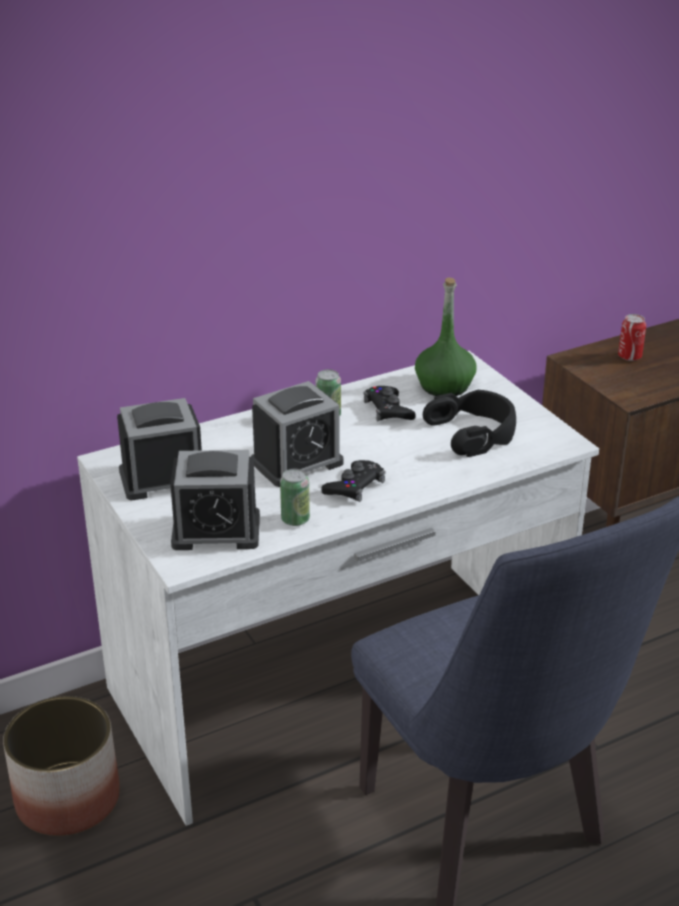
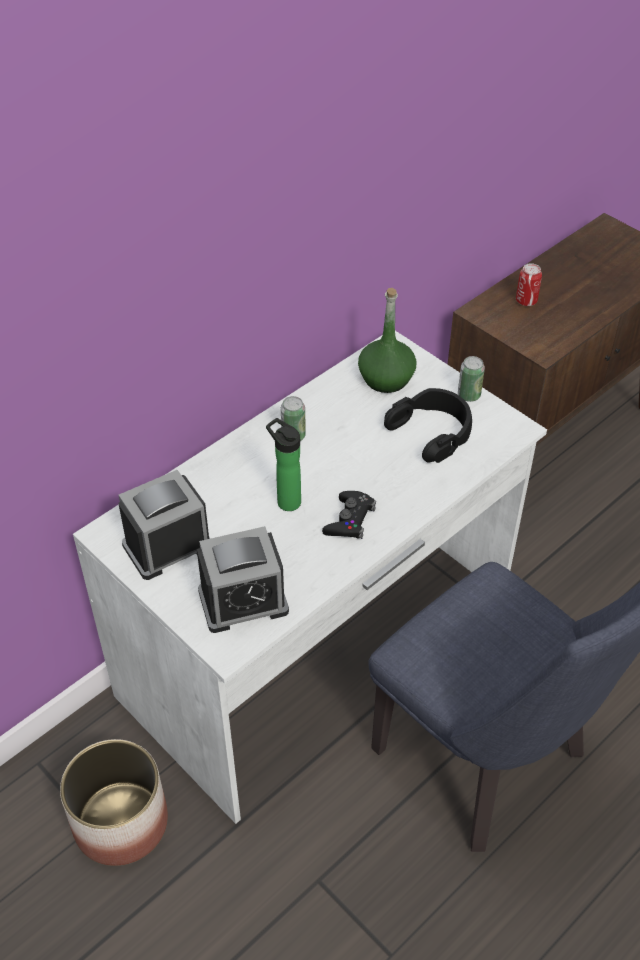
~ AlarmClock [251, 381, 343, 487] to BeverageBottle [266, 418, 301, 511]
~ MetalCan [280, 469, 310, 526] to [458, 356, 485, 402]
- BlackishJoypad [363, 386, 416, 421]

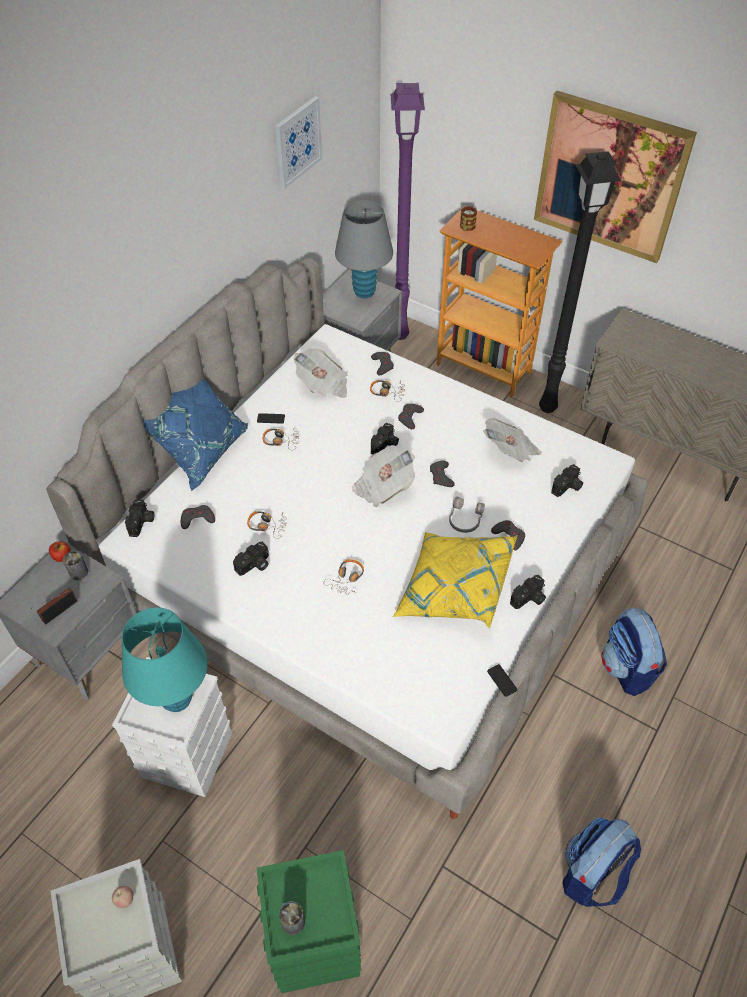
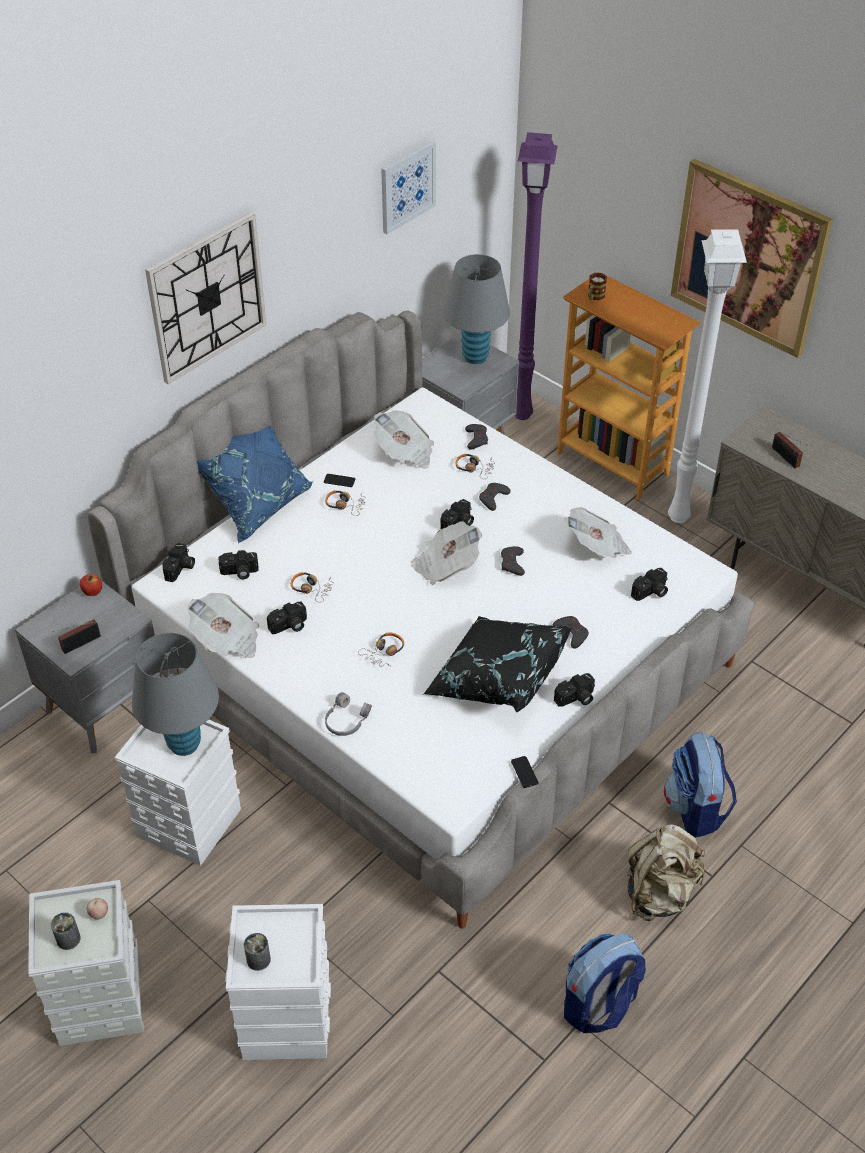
~ MetalCan [63, 551, 88, 580] to [51, 912, 81, 950]
~ TurquoiseTabletopLamp [122, 607, 208, 712] to GreyTabletopLamp [132, 633, 219, 756]
+ ClockOnTheWall [145, 212, 267, 384]
+ DailyPaper [188, 593, 259, 658]
~ GreyJoypad [181, 505, 215, 529] to StillCamera [219, 550, 259, 579]
~ GreenStorageContainer [257, 850, 361, 993] to WhitishStorageContainer [225, 904, 331, 1060]
~ GreyHeadset [449, 497, 485, 533] to [325, 692, 372, 736]
~ YellowColouredPillow [393, 532, 517, 629] to BlackishPillow [423, 616, 572, 713]
+ BeigeRucksack [627, 824, 705, 921]
~ BlackishStandardLamp [539, 151, 621, 413] to WhitishStandardLamp [668, 230, 747, 523]
+ Radio [772, 432, 807, 468]

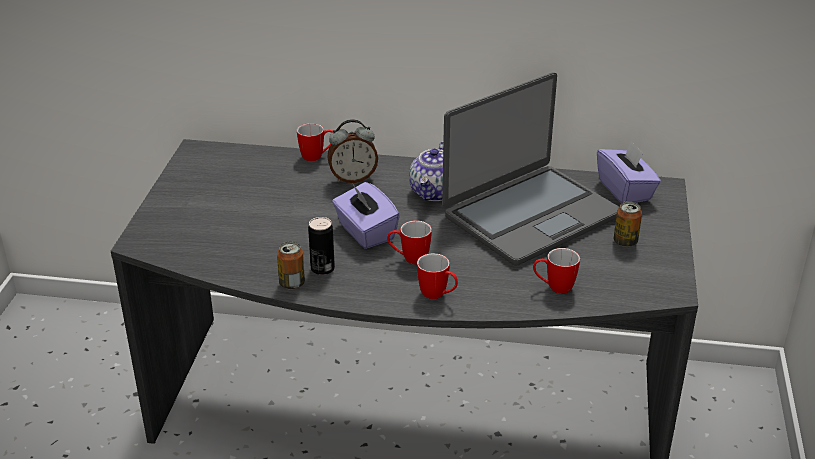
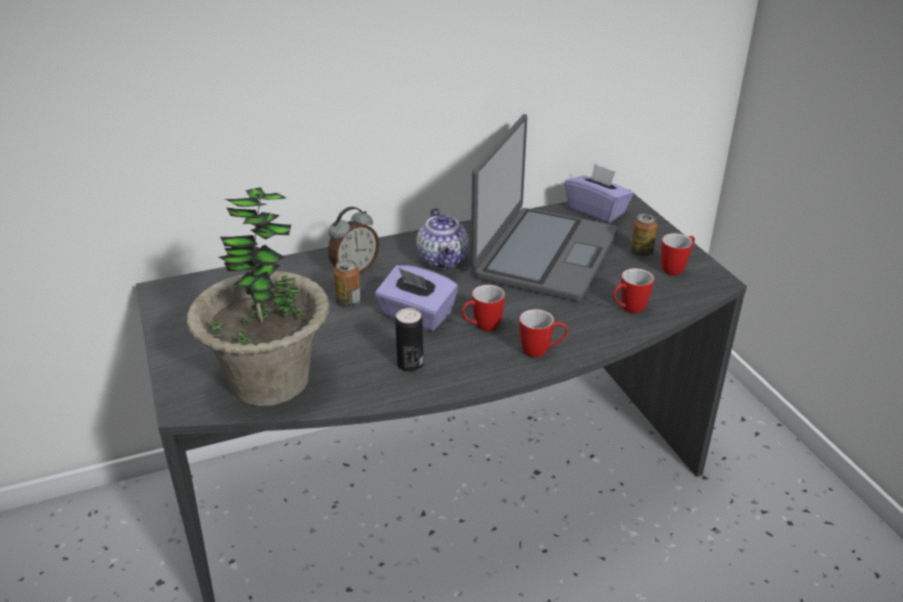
+ PottedPlant [186, 187, 330, 406]
~ MetalCan [277, 241, 305, 290] to [334, 260, 361, 307]
~ TeaMug [297, 123, 333, 161] to [661, 233, 695, 275]

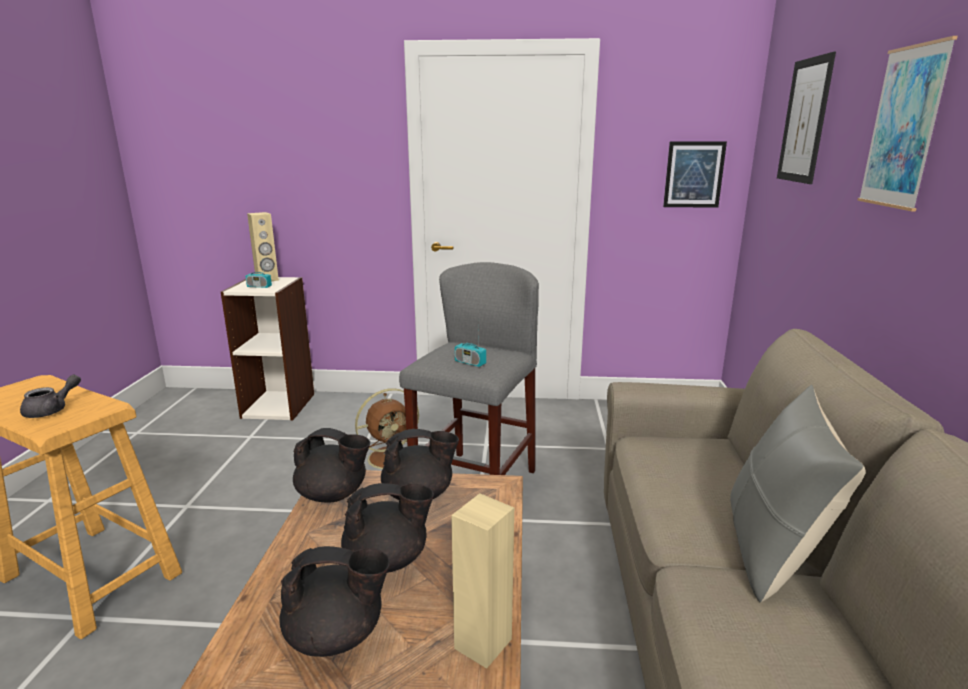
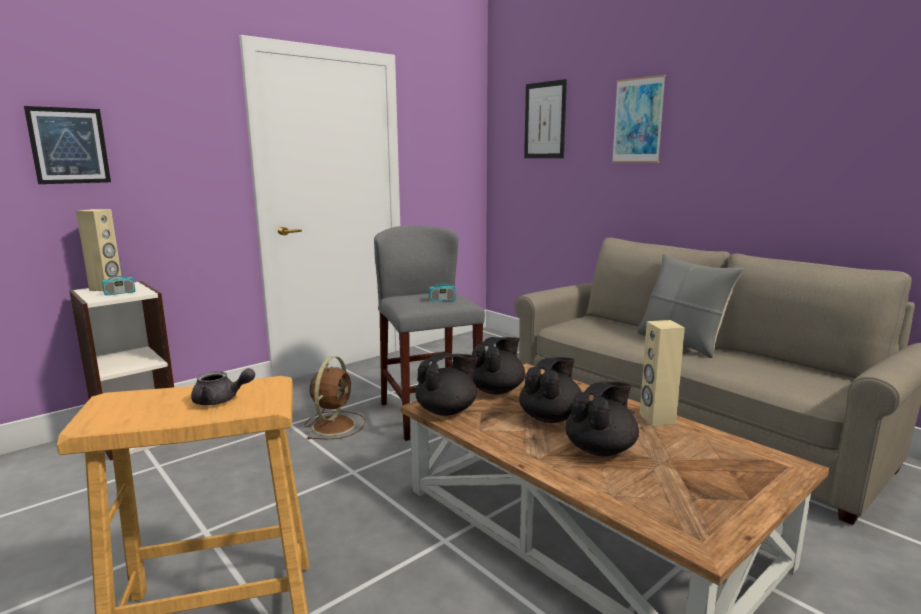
~ WallArt [663, 141, 727, 208] to [24, 106, 111, 184]
~ GreyTeapot [20, 375, 81, 418] = [191, 368, 255, 405] 105 degrees clockwise

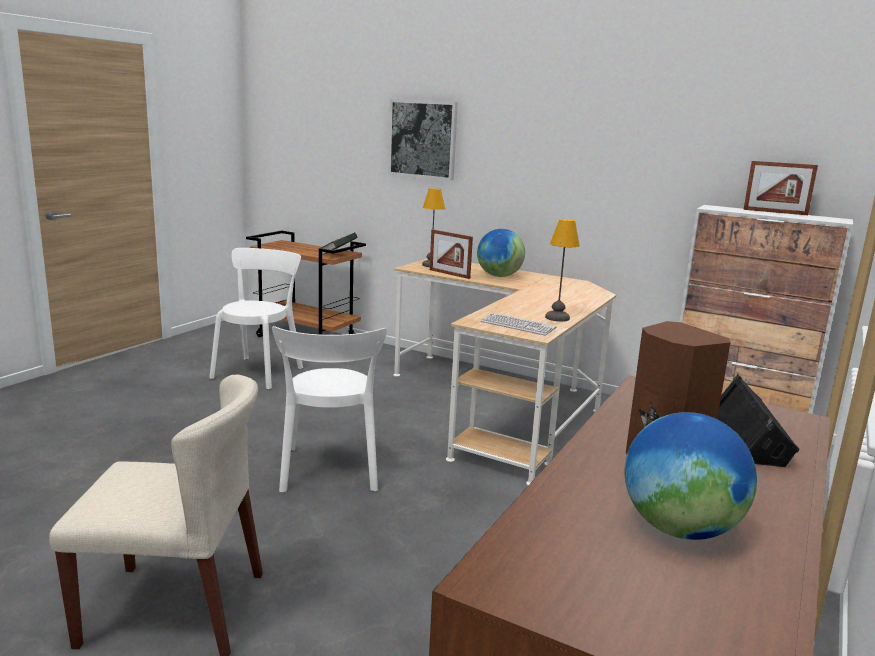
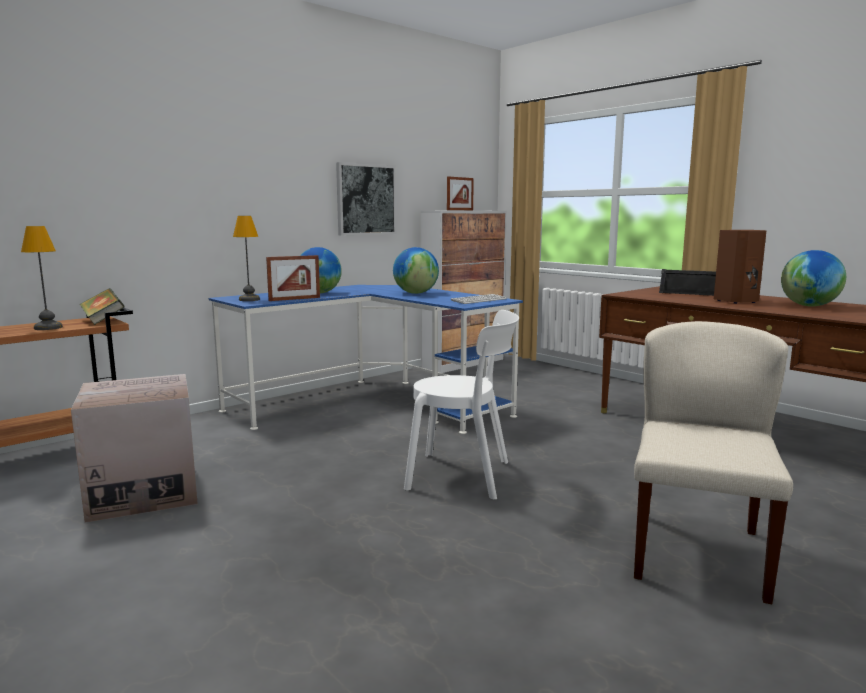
~ TabletopLamp [545, 219, 580, 322] to [21, 226, 63, 330]
~ WhitishPlainChair [209, 248, 303, 389] to PackingBox [71, 374, 198, 523]
~ BeigeDesk [393, 259, 616, 485] to BluishDesk [209, 285, 523, 434]
~ WallArt [388, 99, 458, 180] to [336, 162, 397, 235]
+ DeskGlobe [393, 247, 439, 294]

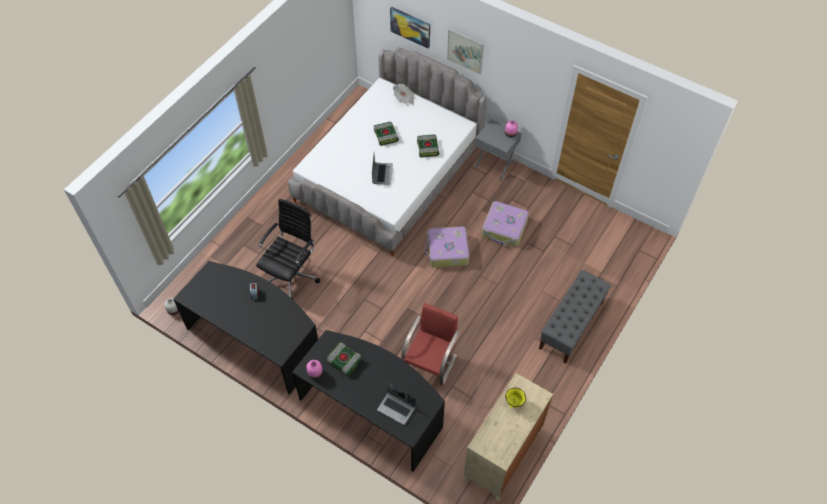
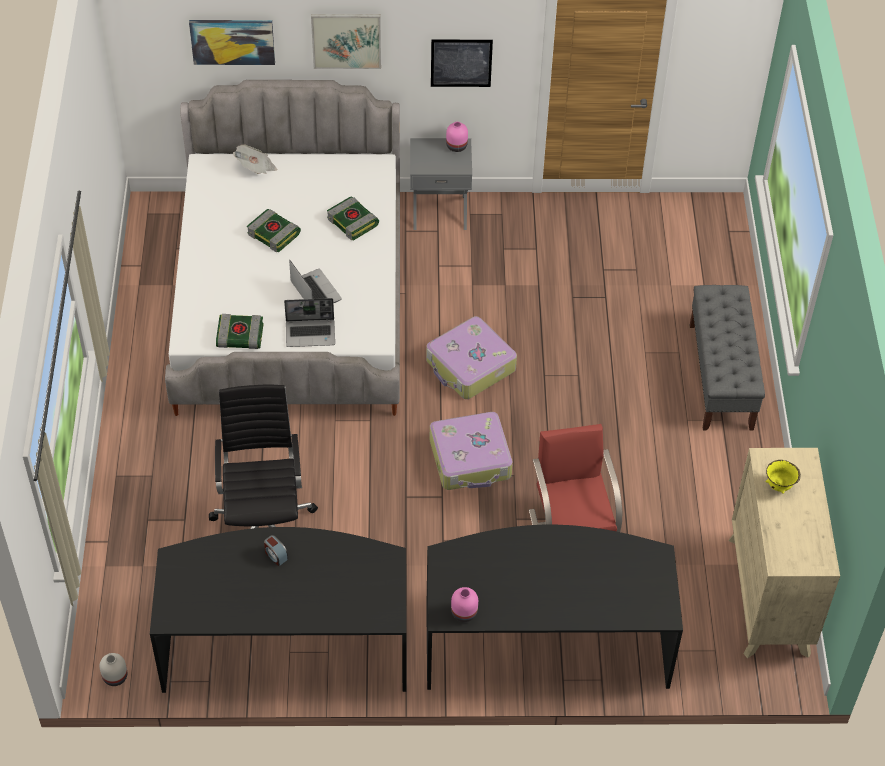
~ Book [326, 342, 362, 375] to [216, 314, 264, 349]
~ Laptop [377, 384, 416, 425] to [284, 298, 335, 347]
~ TravelCase [482, 201, 529, 246] to [430, 412, 513, 490]
+ WallArt [431, 40, 493, 87]

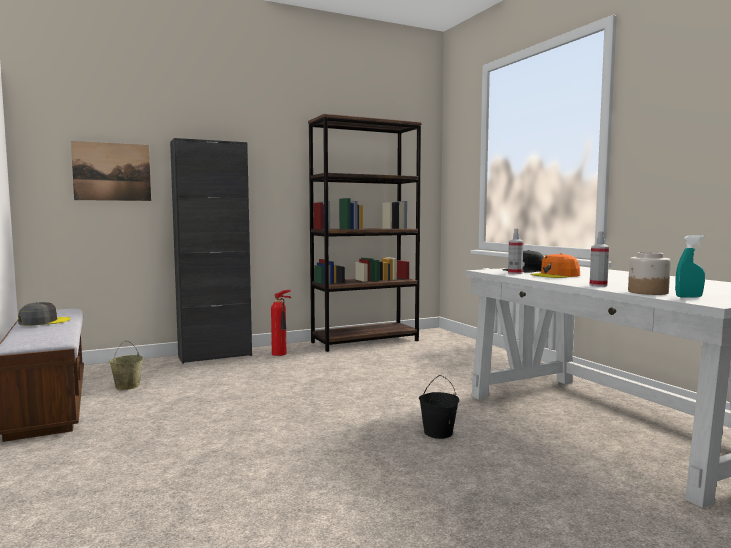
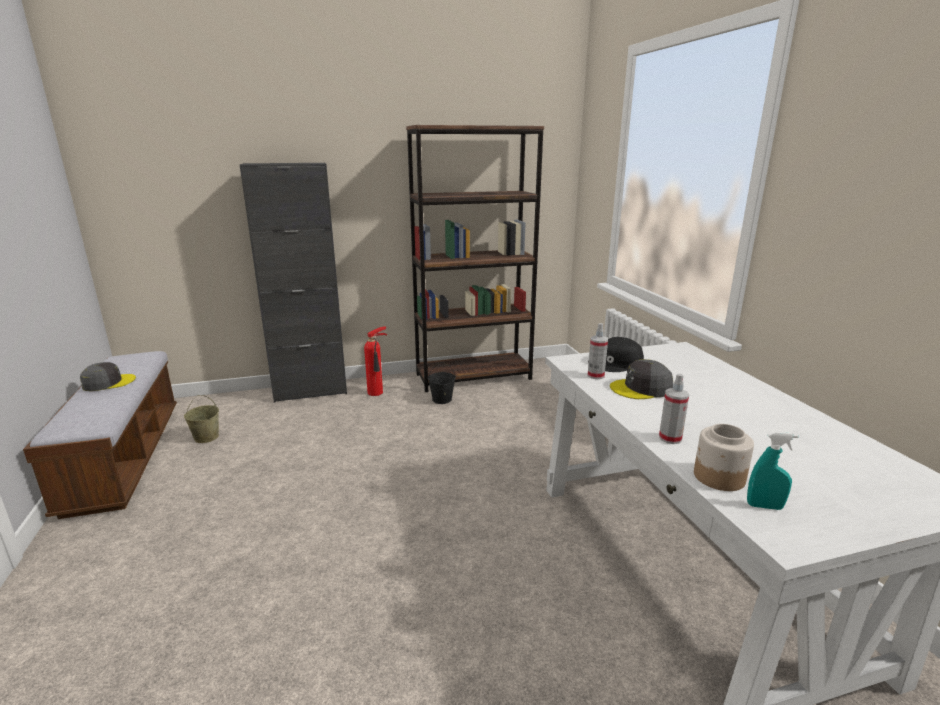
~ BlackishPail [419, 375, 459, 439] to [428, 362, 456, 404]
~ OrangeyPeakedCap [531, 253, 580, 278] to GreyPeakedCap [610, 359, 673, 399]
- WallArt [71, 141, 151, 201]

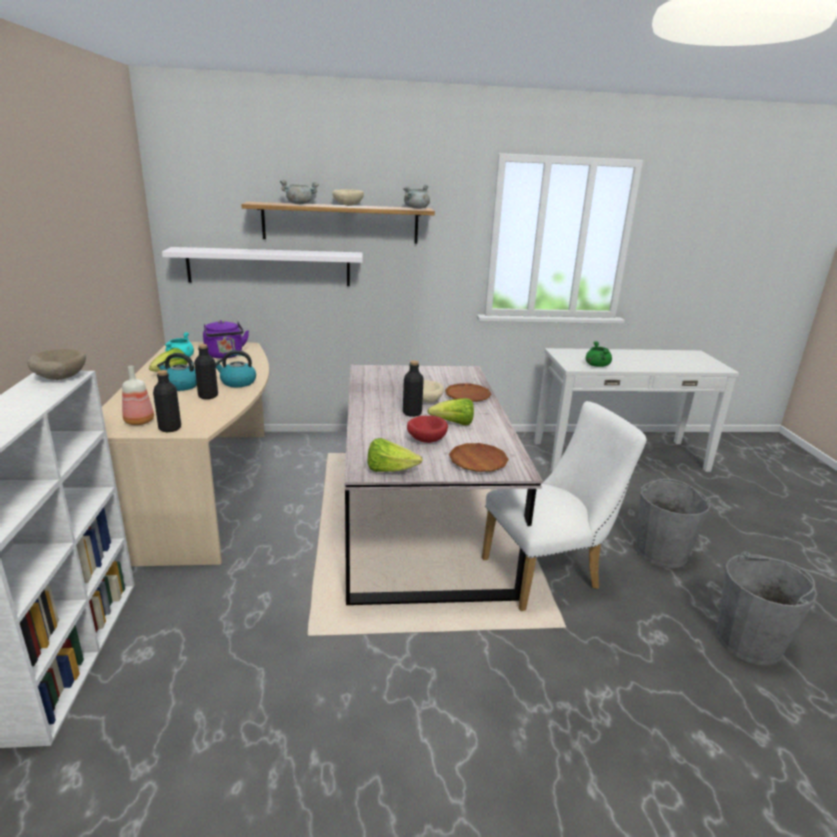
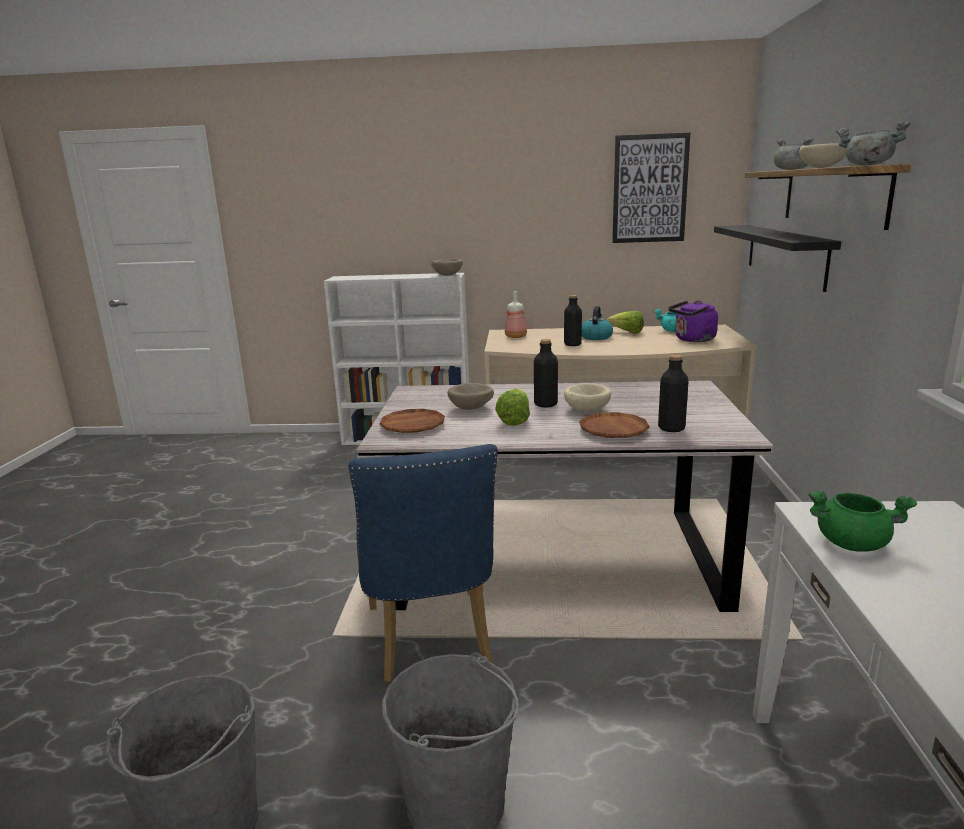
~ WhitishPlainChair [482, 401, 647, 611] to BluishPlainChair [348, 444, 498, 682]
~ ReddishServingBowl [407, 416, 448, 443] to BeigeServingBowl [448, 383, 494, 410]
+ WallArt [612, 133, 690, 243]
~ BlackishBeverageBottle [153, 370, 181, 432] to [658, 355, 689, 432]
~ WhitishBracketShelf [162, 247, 363, 286] to BlackishBracketShelf [714, 225, 841, 292]
- TeaKettle [215, 350, 256, 387]
- Lettuce [368, 438, 423, 472]

